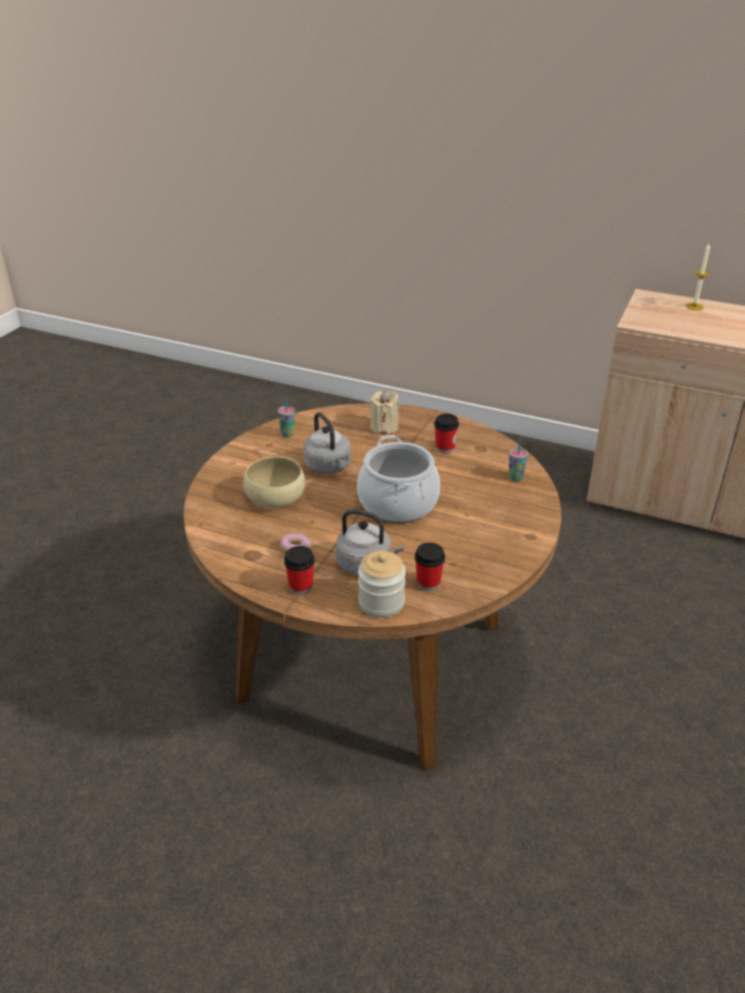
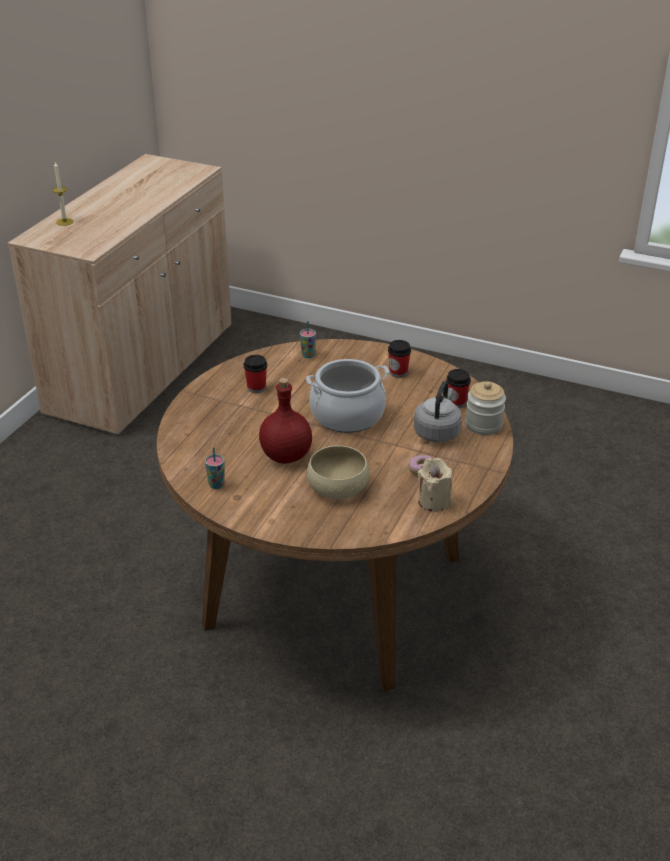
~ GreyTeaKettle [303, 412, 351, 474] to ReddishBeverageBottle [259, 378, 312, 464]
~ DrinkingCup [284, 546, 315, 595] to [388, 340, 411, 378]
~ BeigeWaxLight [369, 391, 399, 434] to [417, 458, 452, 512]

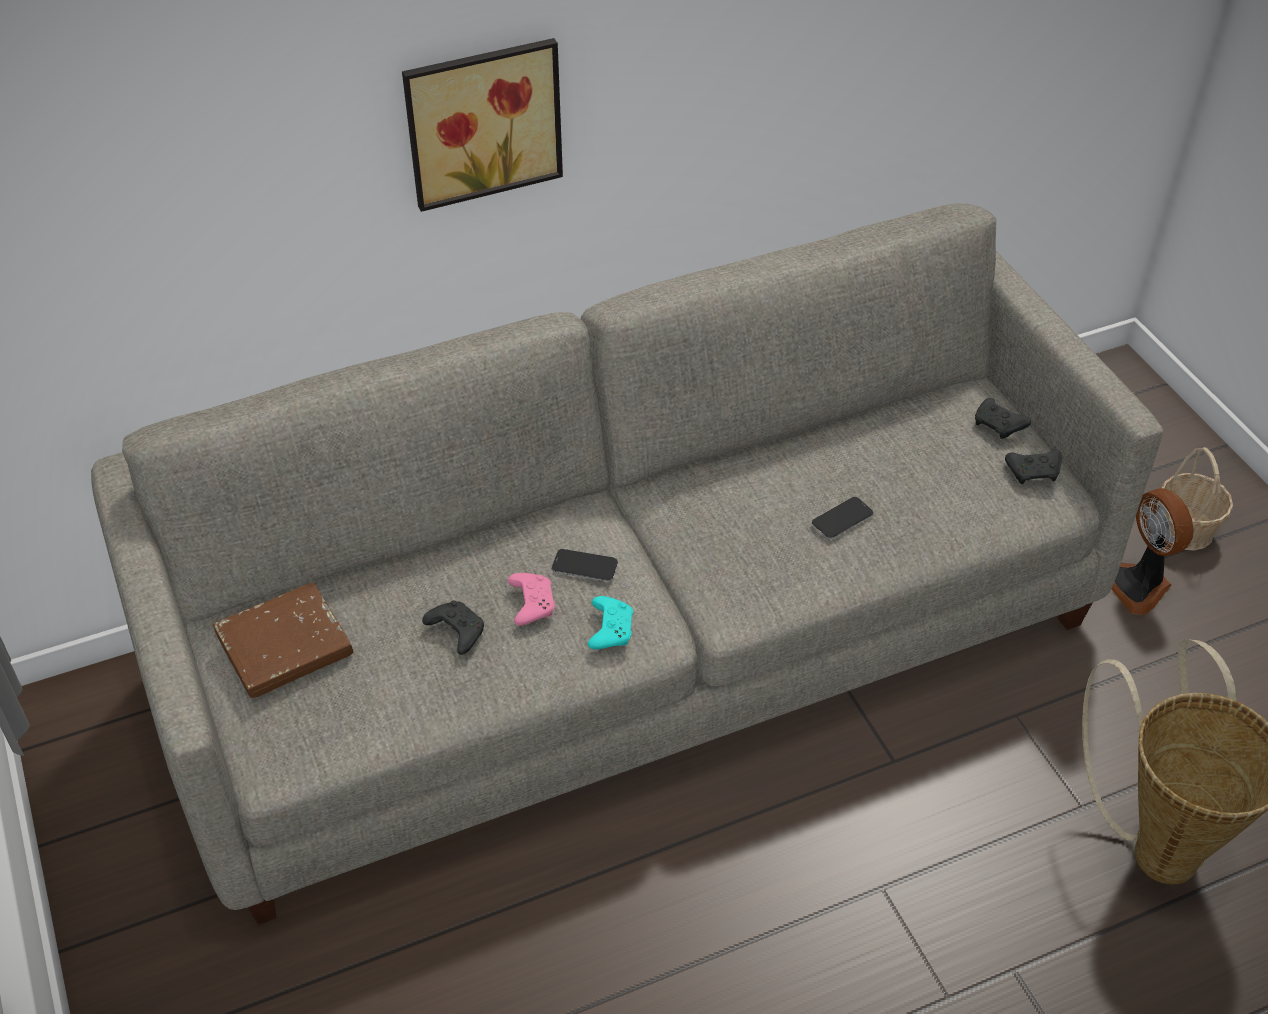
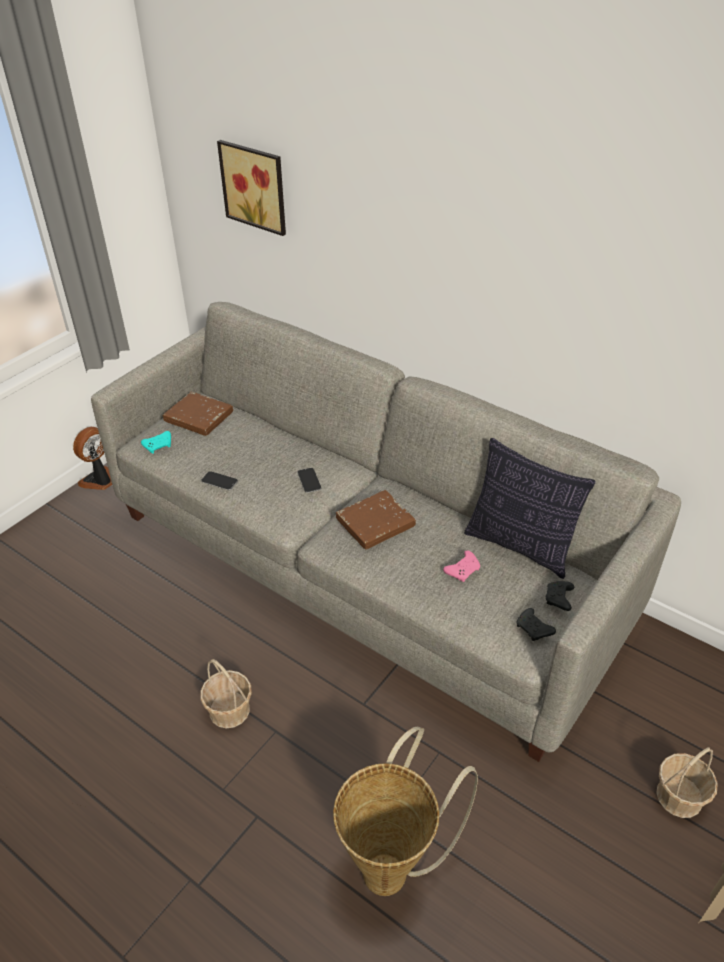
~ CoolingFan [1111, 488, 1194, 615] to [73, 427, 112, 490]
~ TurquoiseJoypad [588, 596, 633, 649] to [141, 431, 171, 454]
+ Basket [200, 659, 252, 728]
~ Telephone [812, 497, 873, 539] to [201, 471, 238, 490]
~ WallArt [402, 38, 563, 212] to [217, 140, 286, 236]
+ BrownColouredBook [336, 490, 416, 550]
~ PinkColouredJoypad [508, 573, 555, 626] to [443, 550, 480, 582]
+ Pillow [464, 438, 596, 579]
- BlackishJoypad [422, 601, 484, 655]

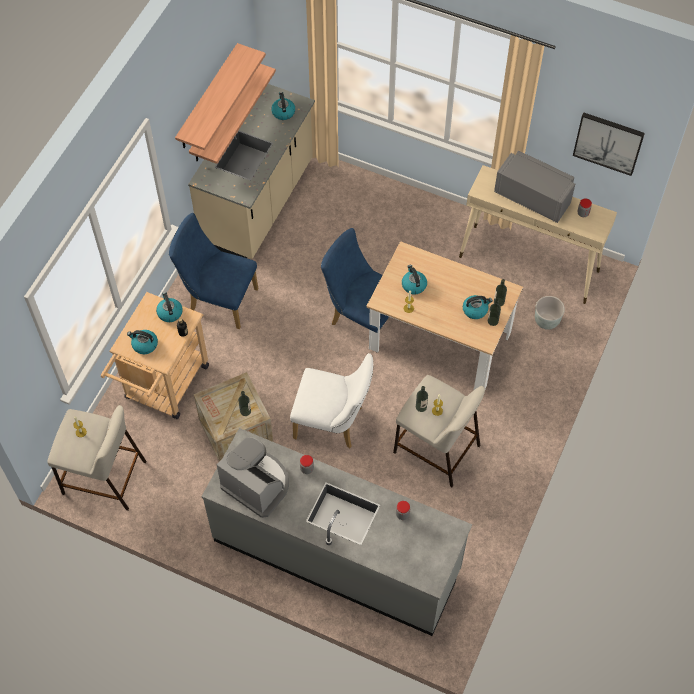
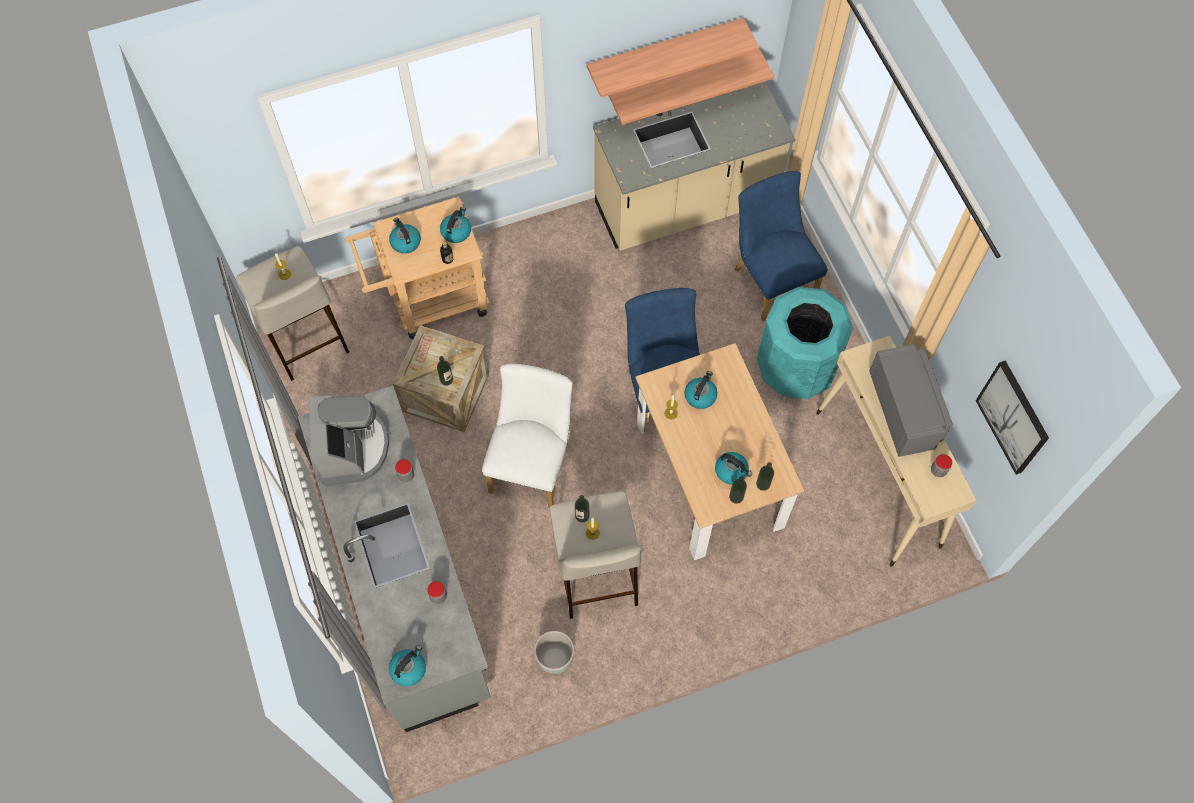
~ TeaKettle [271, 92, 295, 120] to [389, 645, 426, 686]
~ WhitishPlainChair [290, 353, 374, 448] = [482, 364, 573, 508] 135 degrees counterclockwise
~ GreyPlantPot [535, 296, 565, 330] to [534, 631, 574, 674]
~ BluishPlainChair [169, 213, 258, 329] to [734, 171, 827, 321]
+ TurquoiseRubbishBin [757, 287, 853, 399]

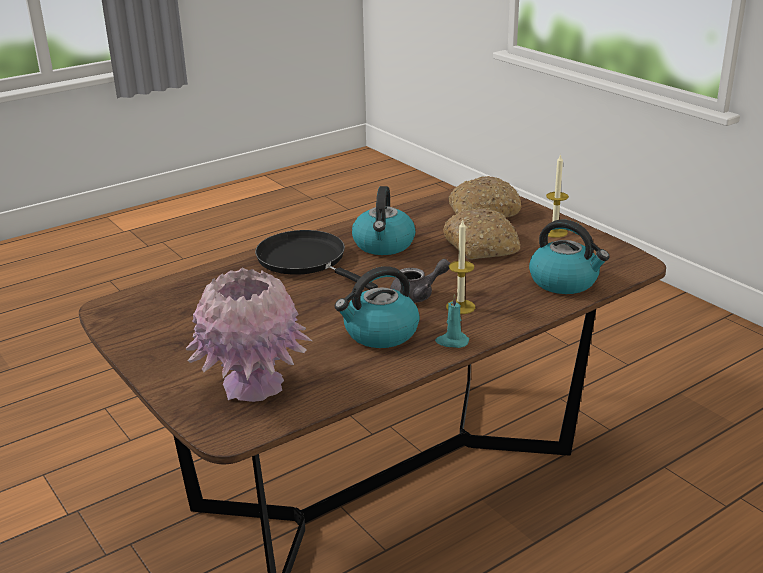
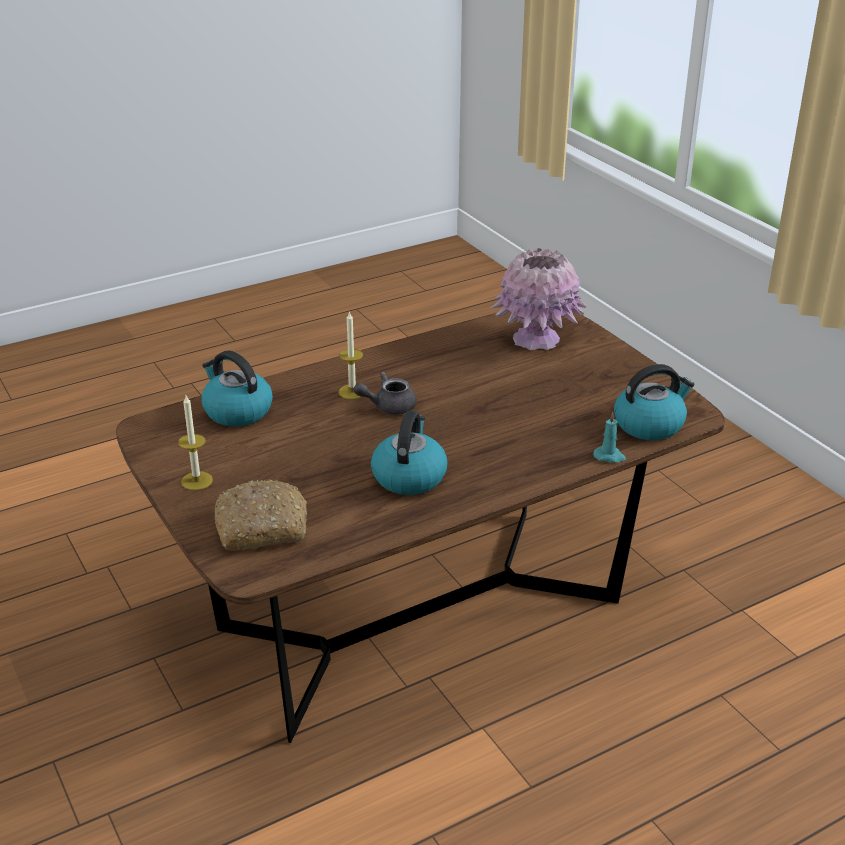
~ TurquoiseWaxLight [435, 294, 469, 348] to [593, 412, 626, 463]
~ TeaKettle [335, 266, 420, 348] to [614, 364, 695, 440]
- BlackishSkillet [255, 230, 378, 290]
- BakedBread [443, 208, 521, 260]

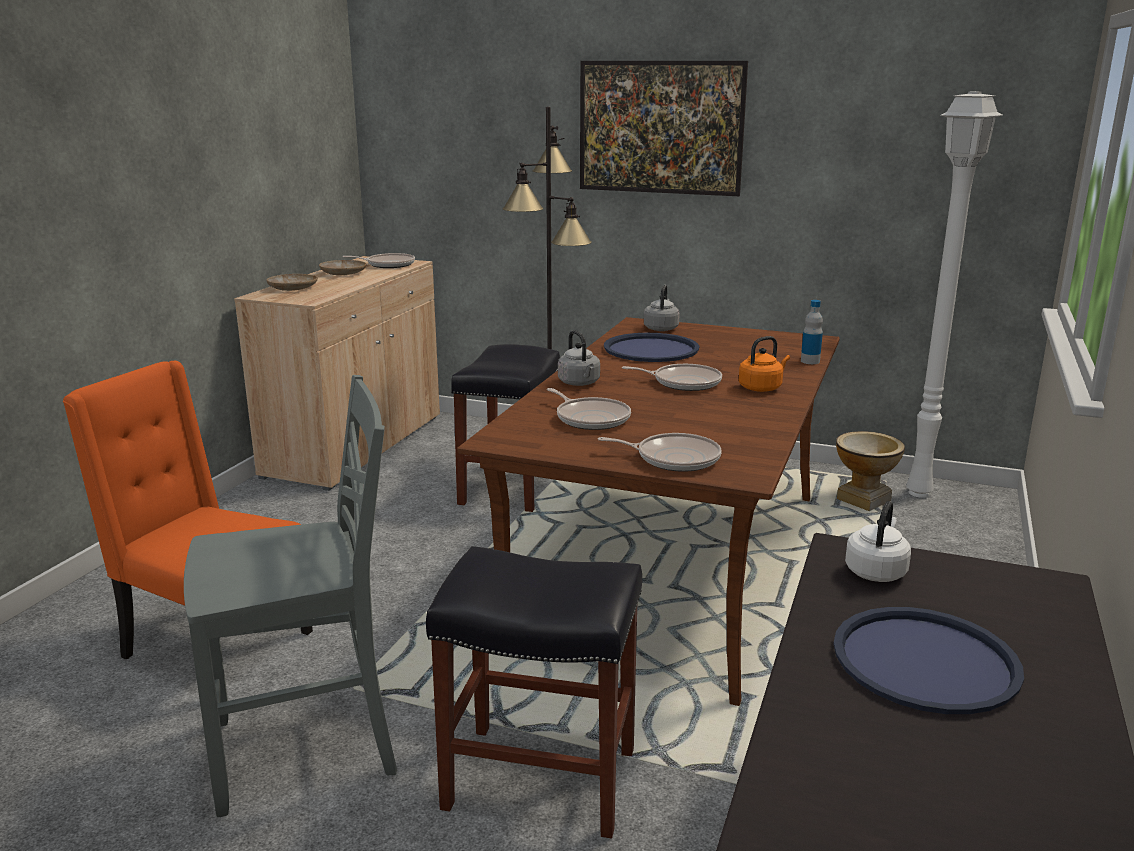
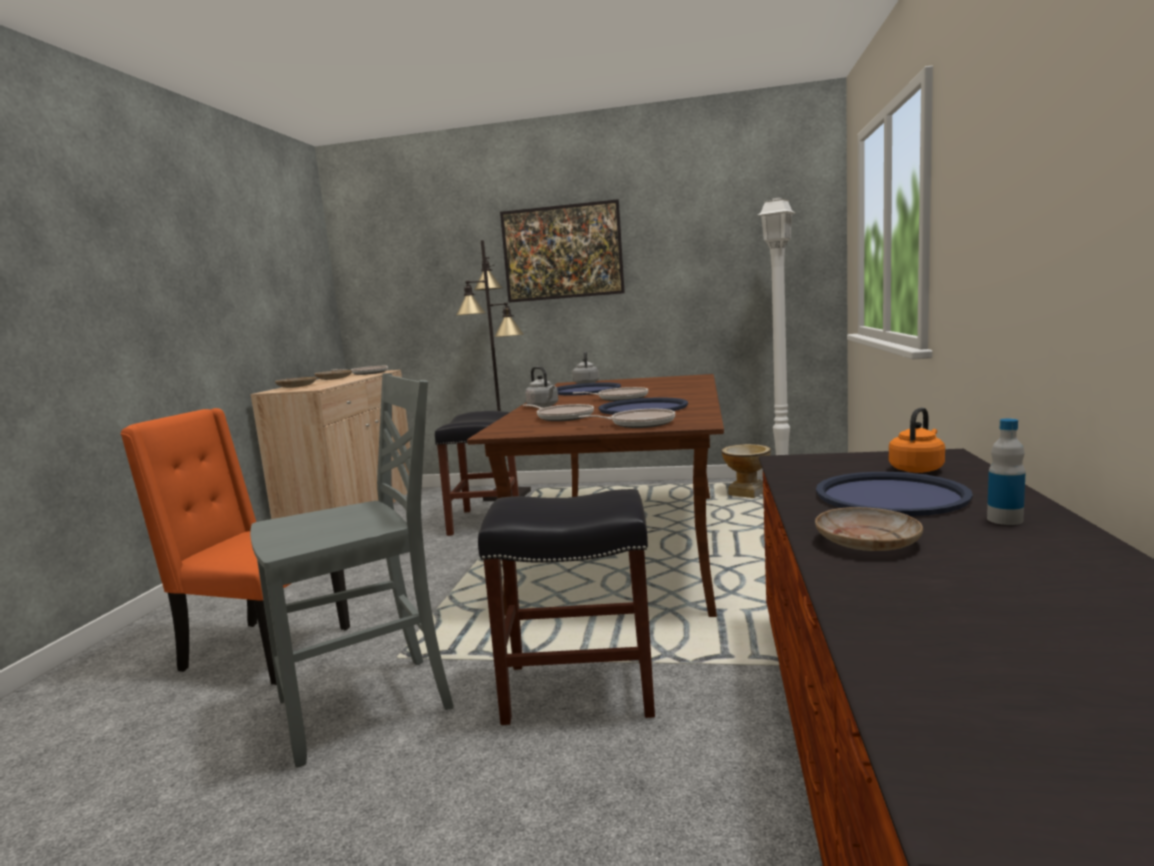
+ BluishTray [598, 397, 688, 415]
+ BeigePlate [815, 507, 923, 551]
~ OrangeyTeaKettle [739, 336, 790, 392] to [889, 407, 945, 473]
~ BeverageBottle [801, 300, 823, 364] to [987, 419, 1026, 525]
- WhitishTeaKettle [845, 501, 911, 582]

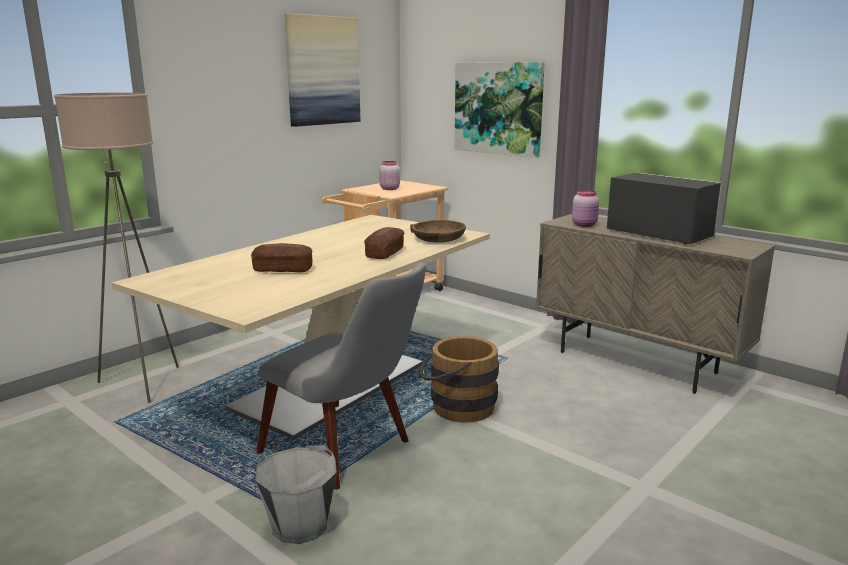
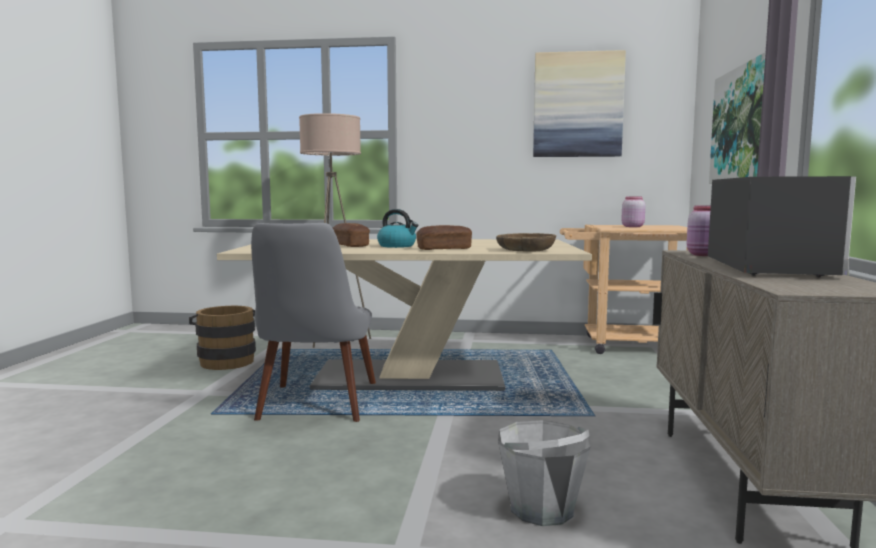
~ BrownColouredPail [419, 336, 499, 423] to [189, 306, 256, 370]
+ TeaKettle [377, 209, 419, 248]
~ GreyPail [255, 445, 337, 544] to [498, 420, 591, 526]

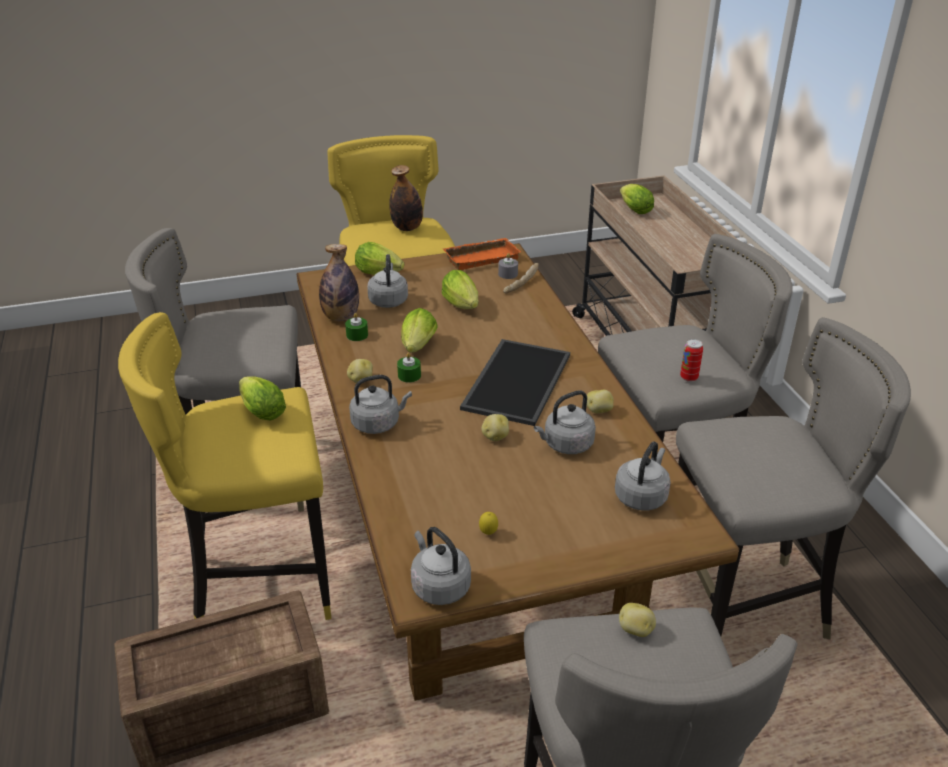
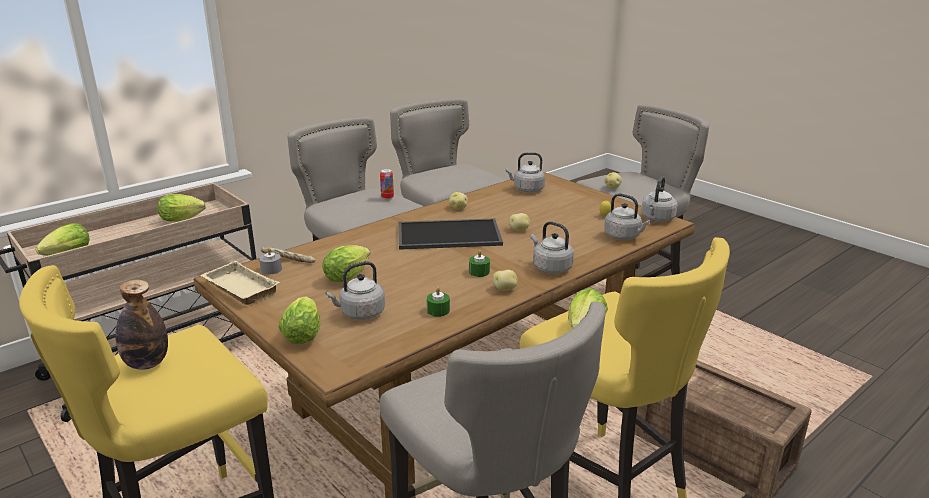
~ Lettuce [401, 308, 438, 353] to [158, 194, 206, 222]
~ OrangeyTray [442, 238, 521, 270] to BeigeTray [200, 261, 280, 305]
~ GreyTeaKettle [534, 390, 596, 454] to [604, 193, 650, 240]
- BeverageBottle [319, 244, 359, 321]

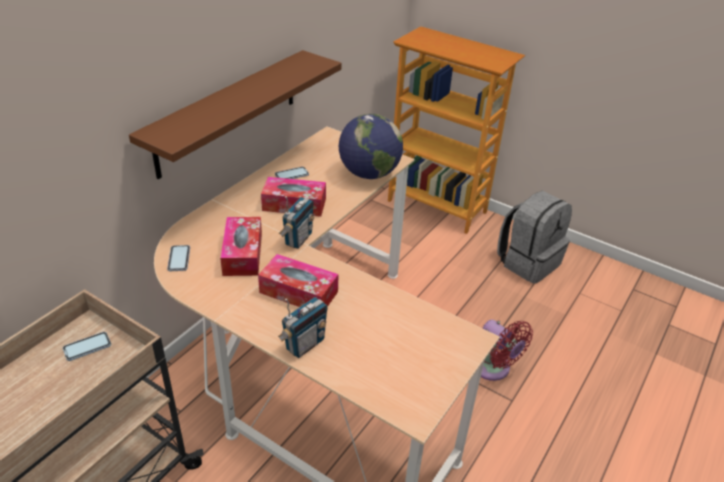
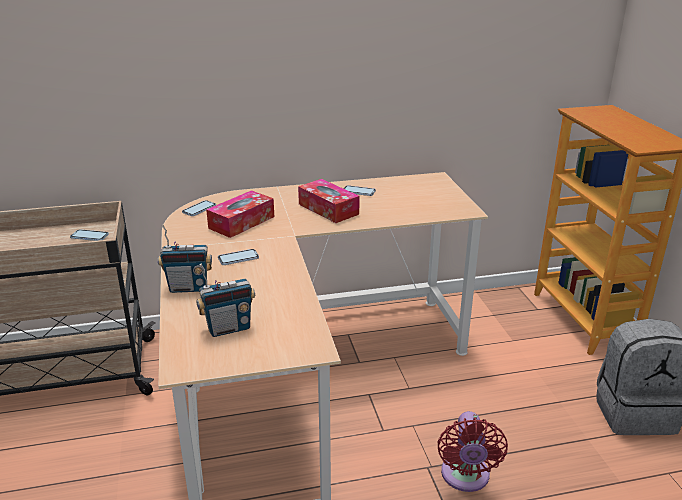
~ Radio [279, 196, 314, 249] to [196, 263, 255, 337]
~ TissueBox [258, 254, 339, 307] to Telephone [218, 249, 259, 265]
- BrownColouredBracketShelf [129, 50, 341, 179]
- DeskGlobe [339, 114, 403, 179]

